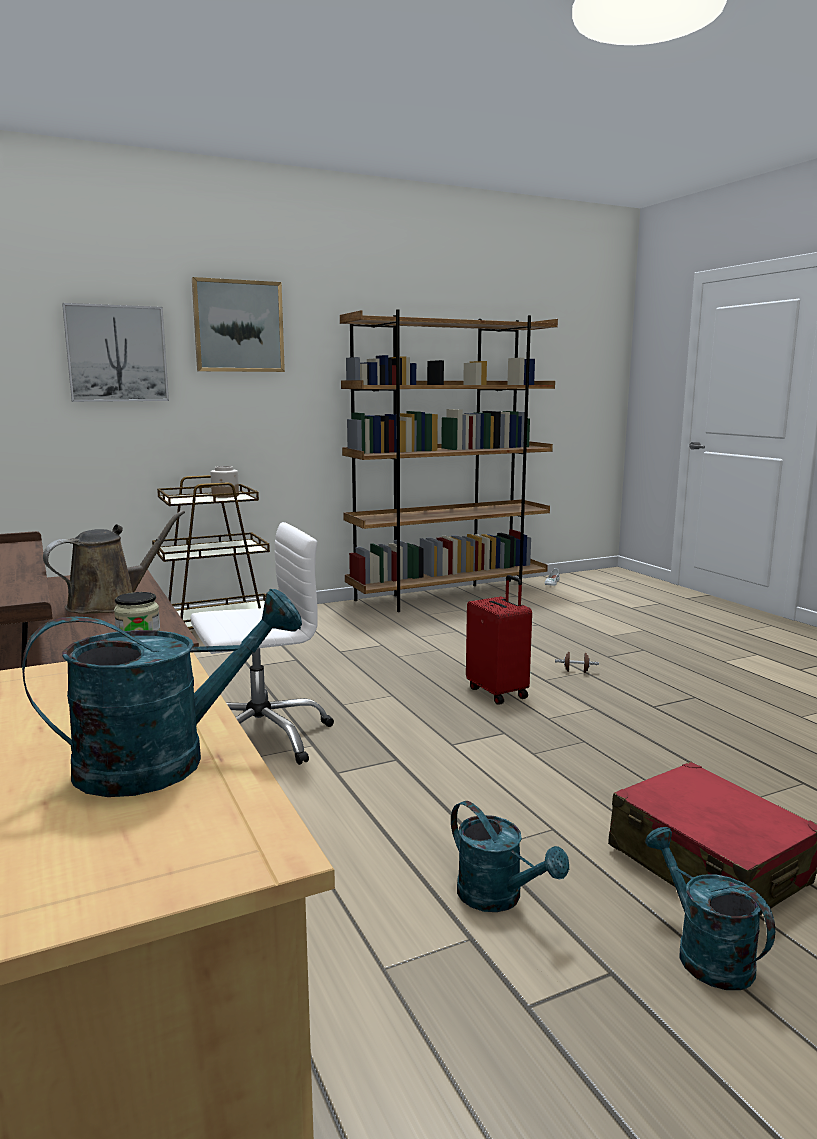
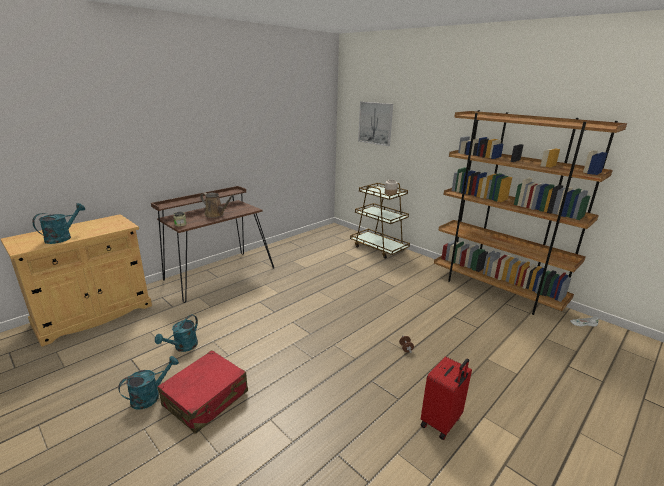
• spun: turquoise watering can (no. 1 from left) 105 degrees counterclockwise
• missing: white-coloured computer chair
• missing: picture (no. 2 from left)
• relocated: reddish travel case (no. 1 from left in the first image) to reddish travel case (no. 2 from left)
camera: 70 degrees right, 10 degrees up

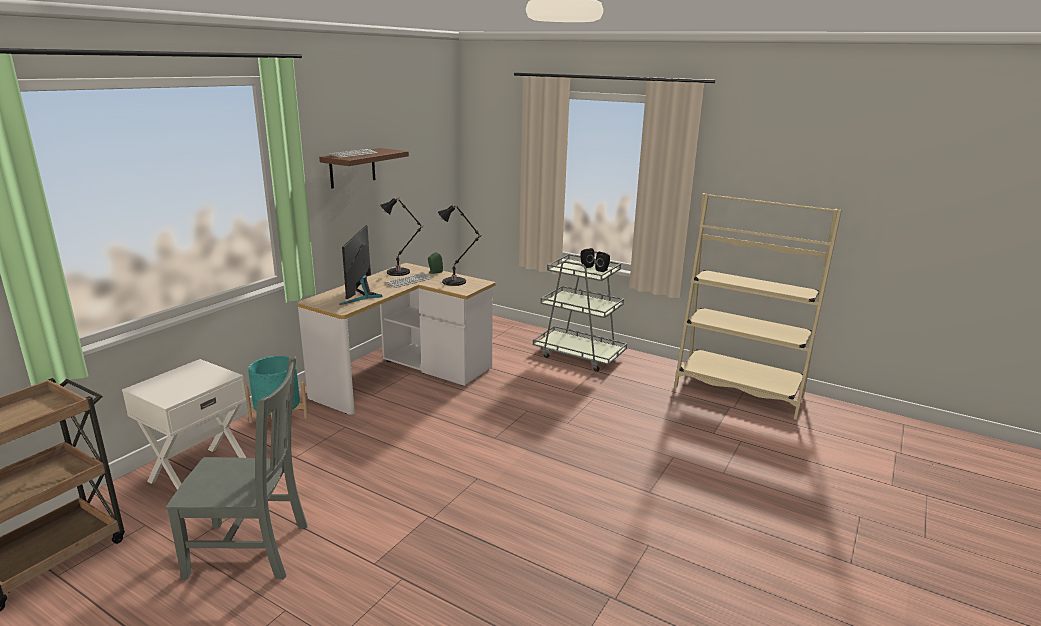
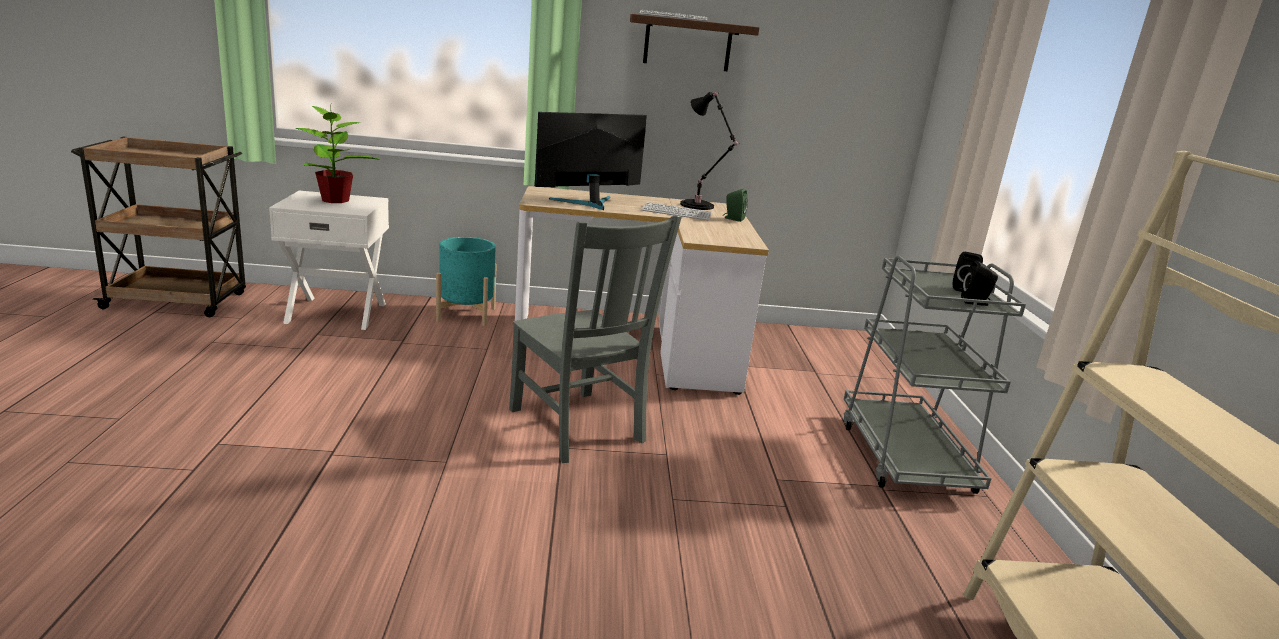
• relocated: greyish chair
• missing: black-coloured table lamp (no. 2 from left)
• appeared: houseplant
camera: 55 degrees right, 0 degrees up

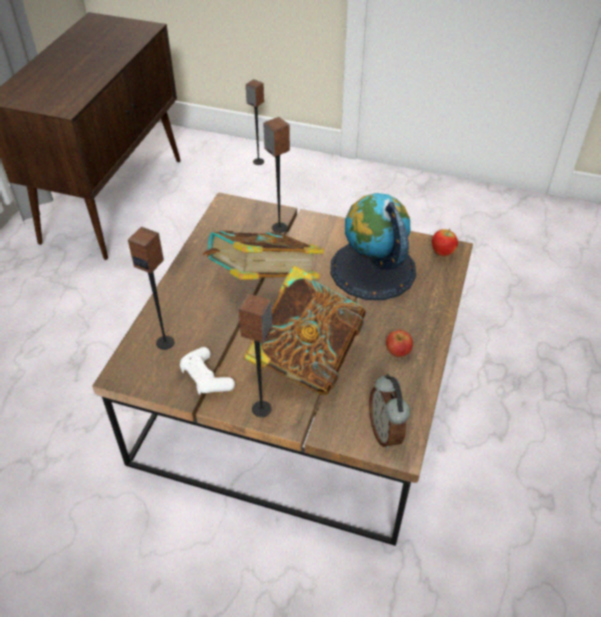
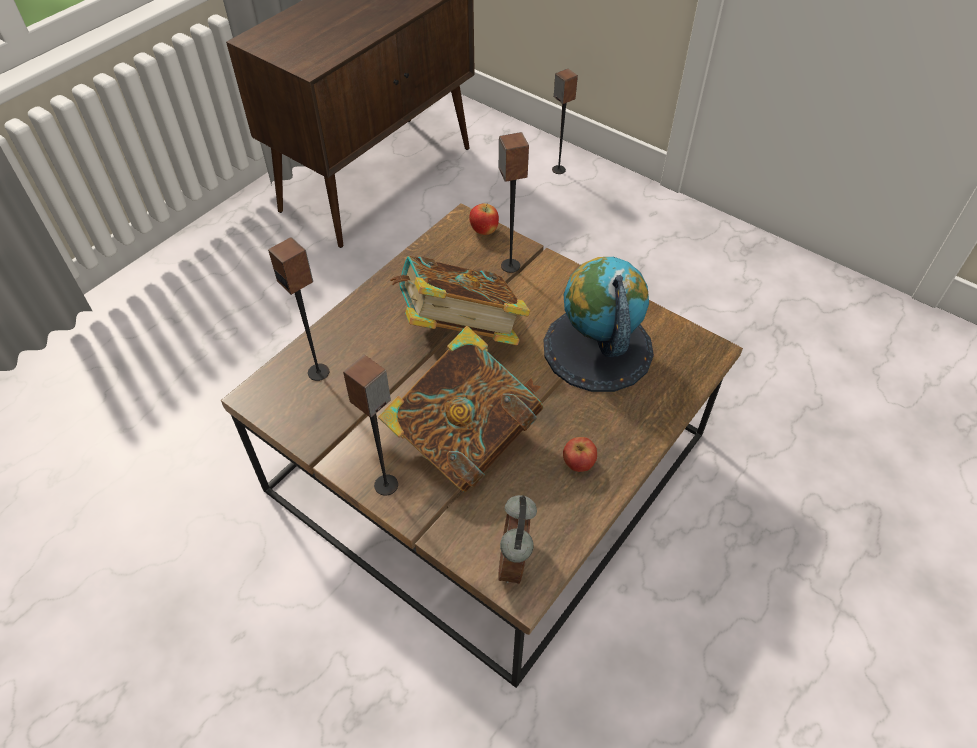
• missing: white-coloured gamepad
• relocated: whole apple (no. 2 from left in the first image) to whole apple (no. 1 from left)
camera: 20 degrees right, 5 degrees up

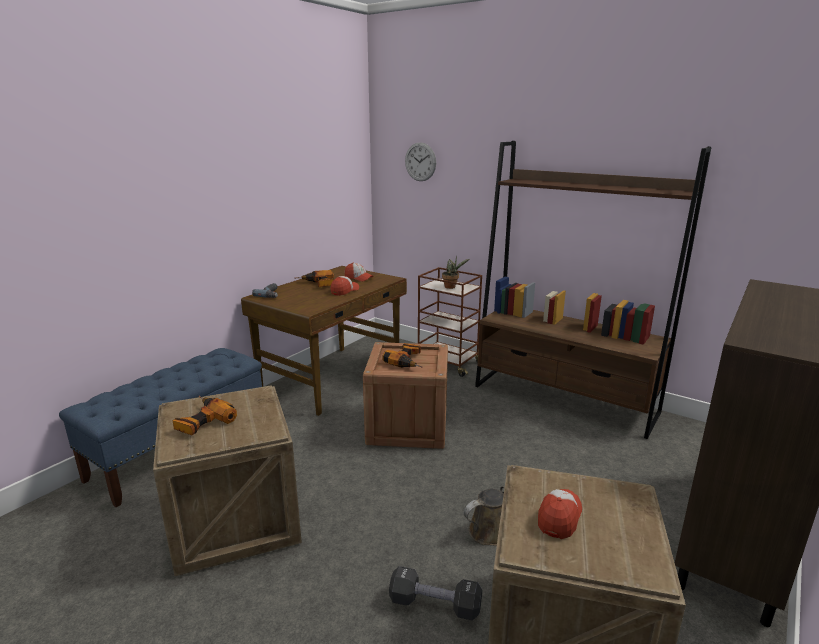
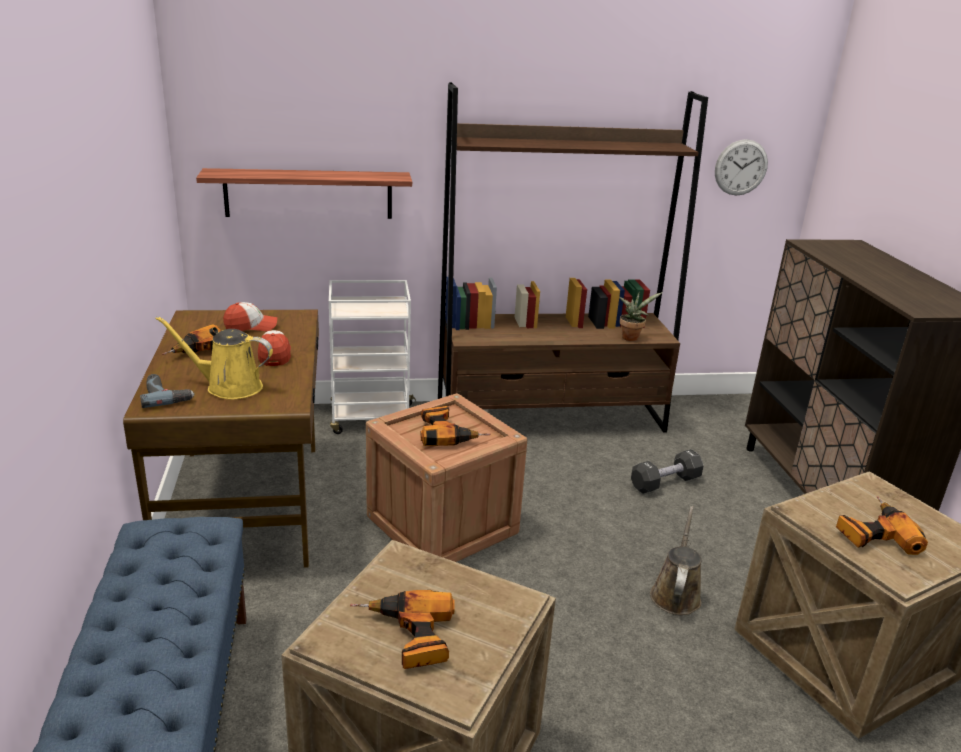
• relocated: black-coloured free weight
• relocated: clock on the wall
• colour: brown-coloured wheeled cart to white-coloured wheeled cart
• relocated: houseplant
• exchanged: baseball cap (no. 3 from left) to power drill (no. 5 from left)
• appeared: yellow-coloured watering can
• appeared: shelf
camera: 45 degrees left, 5 degrees up

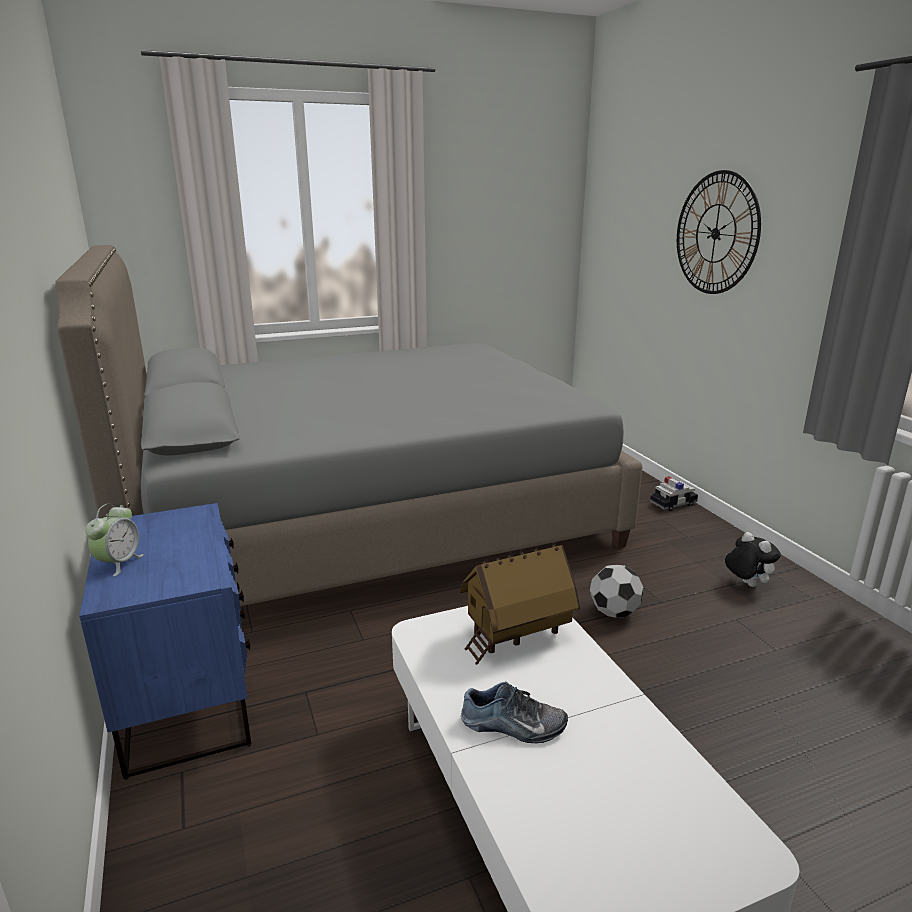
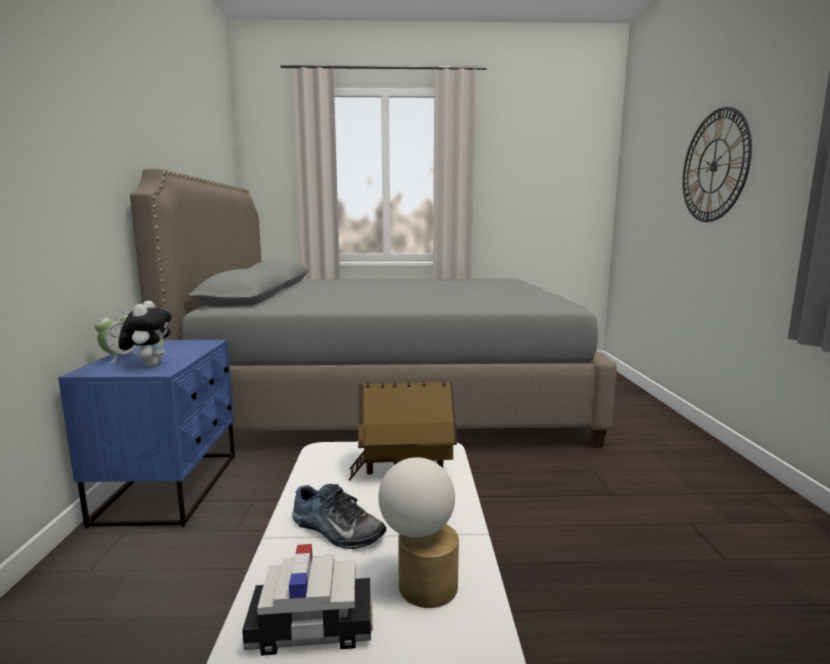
• missing: ball for football
• relocated: miniature car
• relocated: plush toy
• appeared: table lamp
camera: 20 degrees right, 10 degrees down

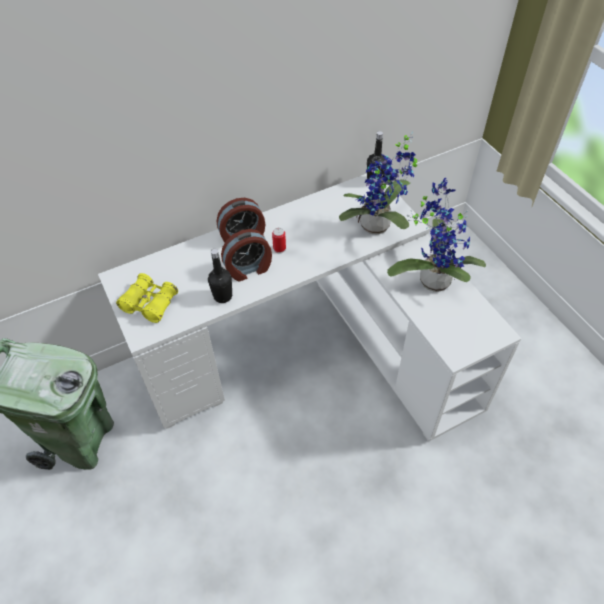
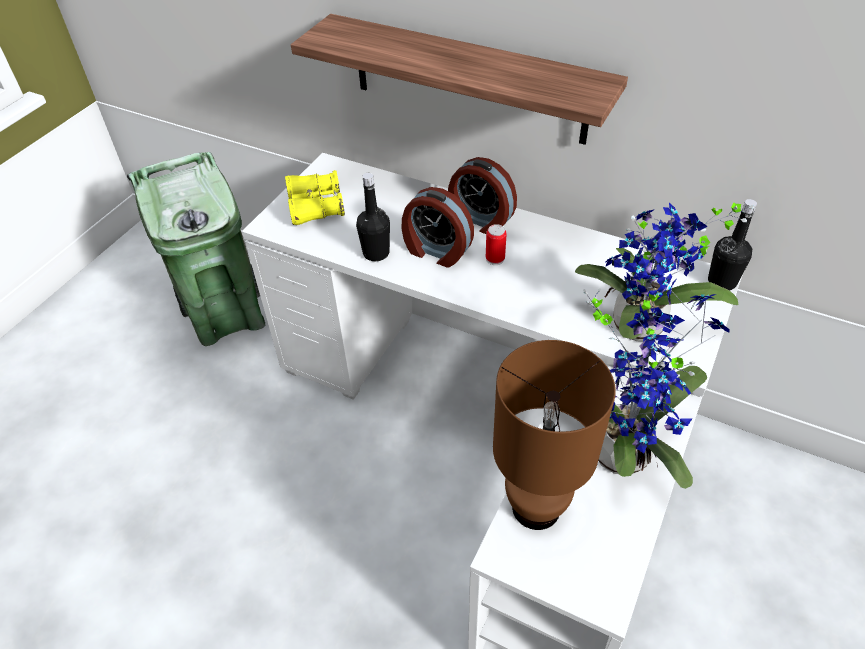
• appeared: shelf
• appeared: brown-coloured table lamp
camera: 55 degrees right, 5 degrees down

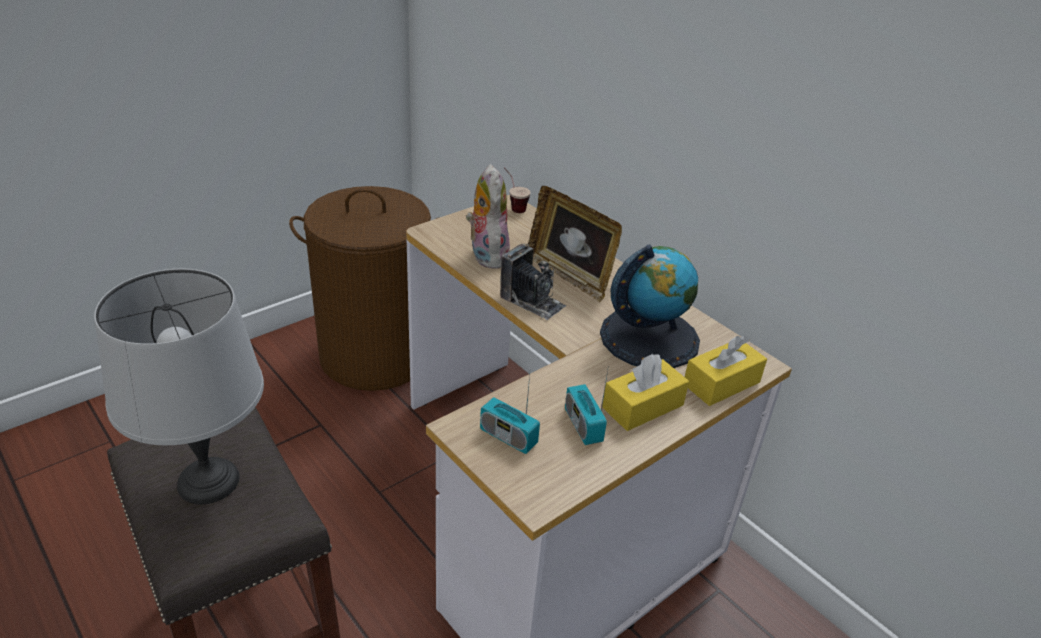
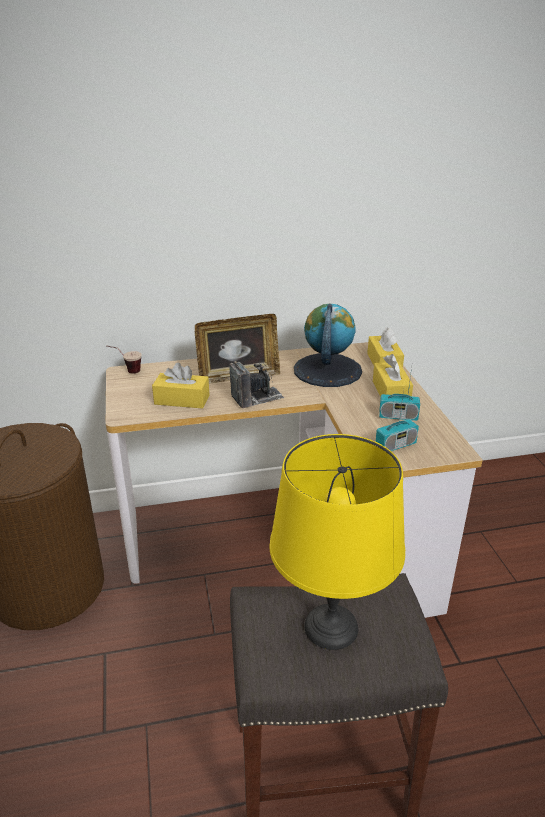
• colour: greyish table lamp to yellow-coloured table lamp
• exchanged: plush toy to yellow-coloured tissue holder (no. 1 from left)
camera: 60 degrees left, 5 degrees down

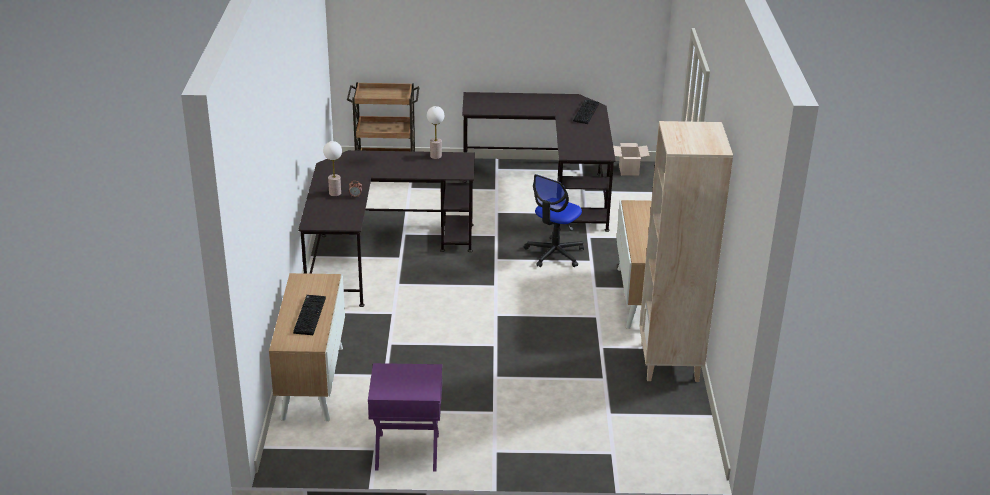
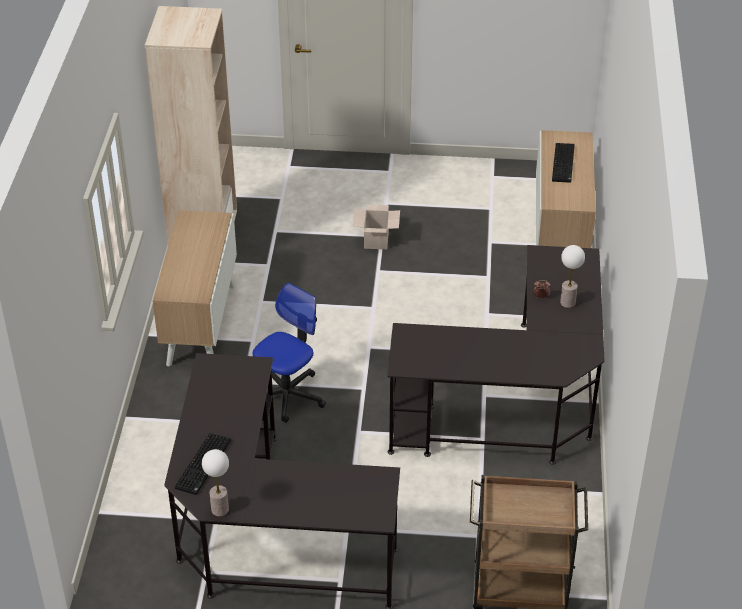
• missing: purple nightstand
• relocated: table lamp (no. 2 from left in the first image) to table lamp (no. 1 from left)
• relocated: cardboard box
camera: 175 degrees left, 10 degrees up

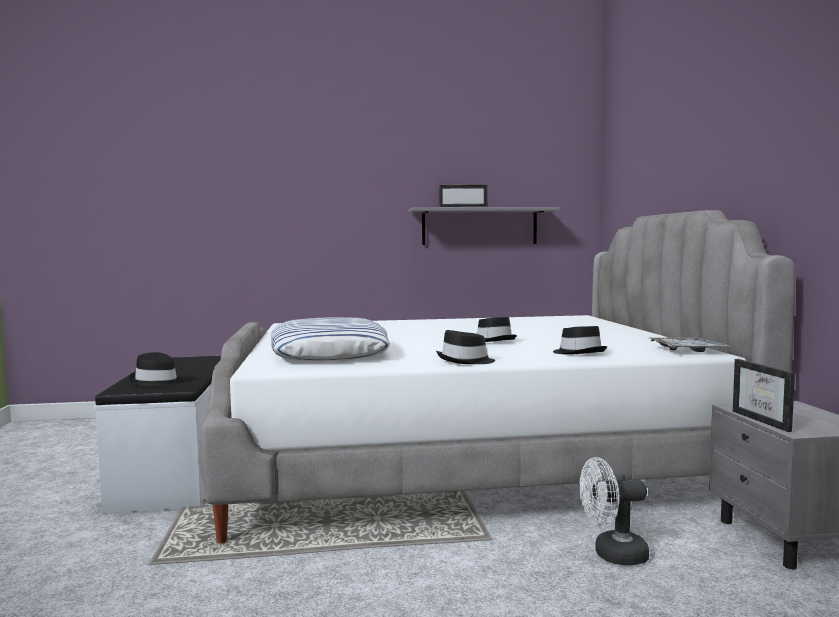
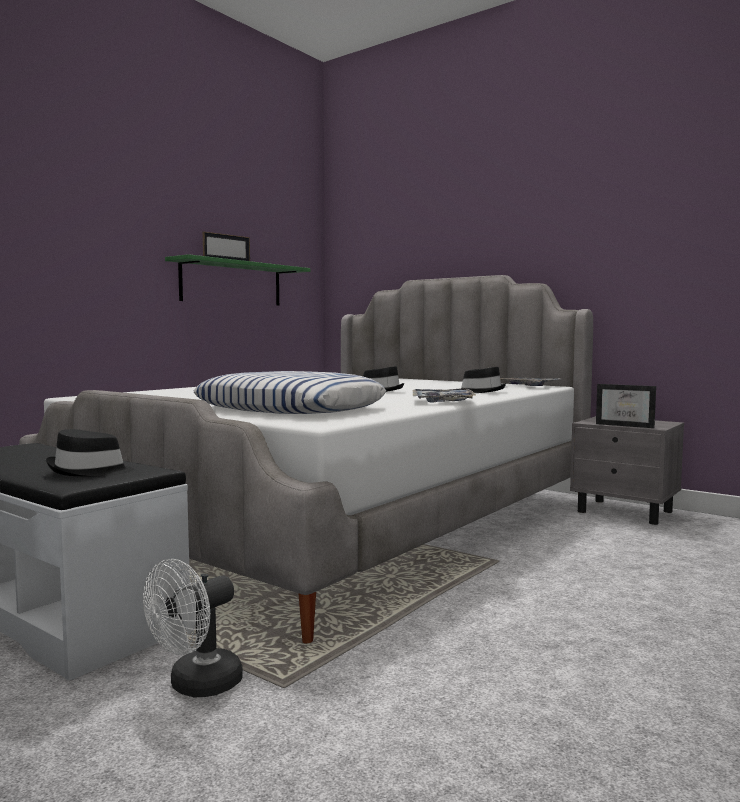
• colour: greyish shelf to green-coloured shelf
• exchanged: black-coloured clothing hat (no. 2 from left) to carrying tray (no. 1 from left)
• relocated: white-coloured fan
camera: 45 degrees left, 0 degrees up

